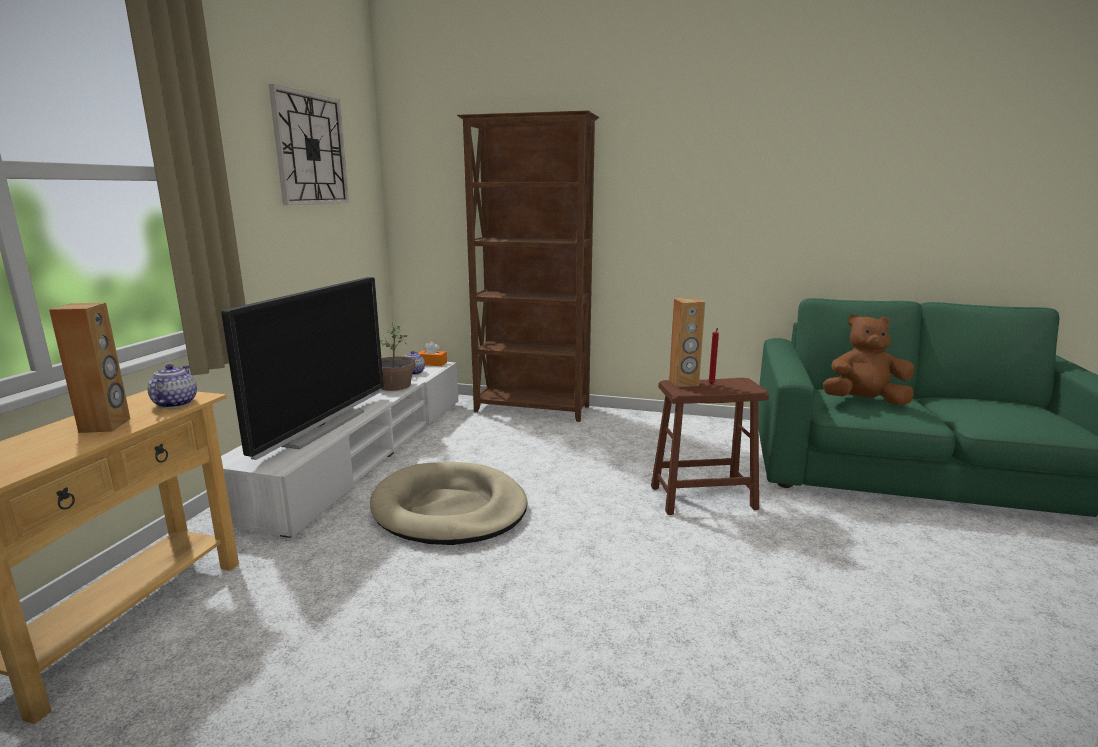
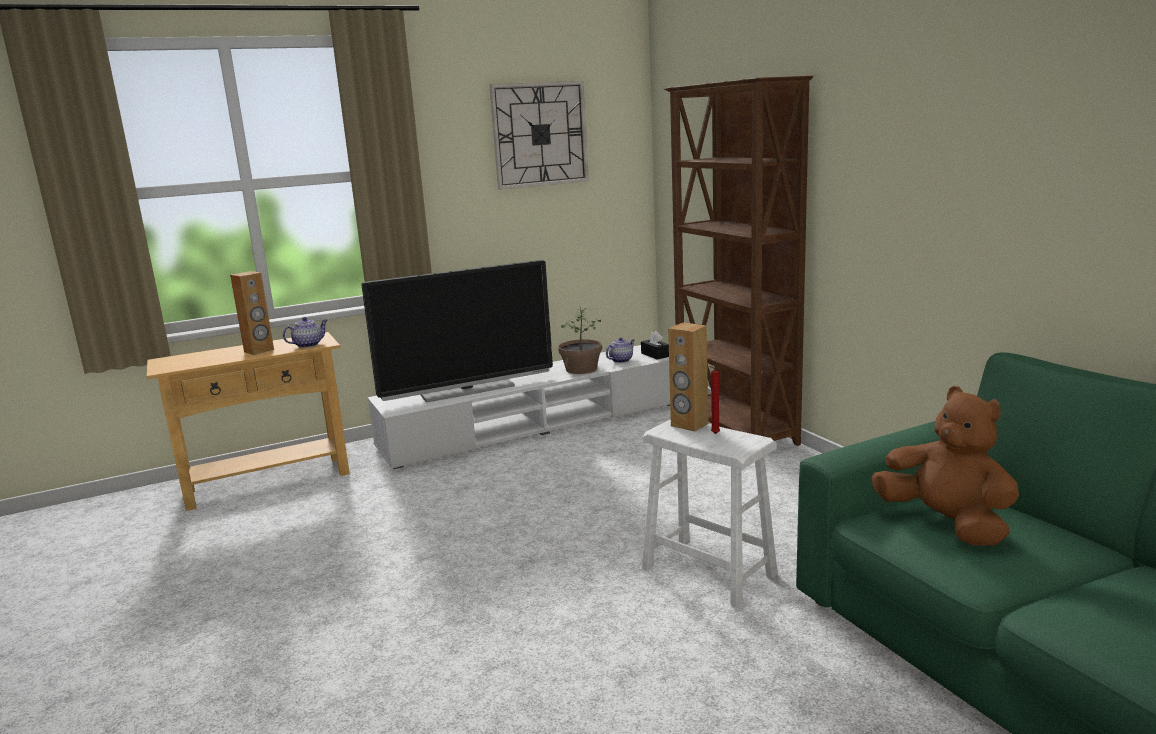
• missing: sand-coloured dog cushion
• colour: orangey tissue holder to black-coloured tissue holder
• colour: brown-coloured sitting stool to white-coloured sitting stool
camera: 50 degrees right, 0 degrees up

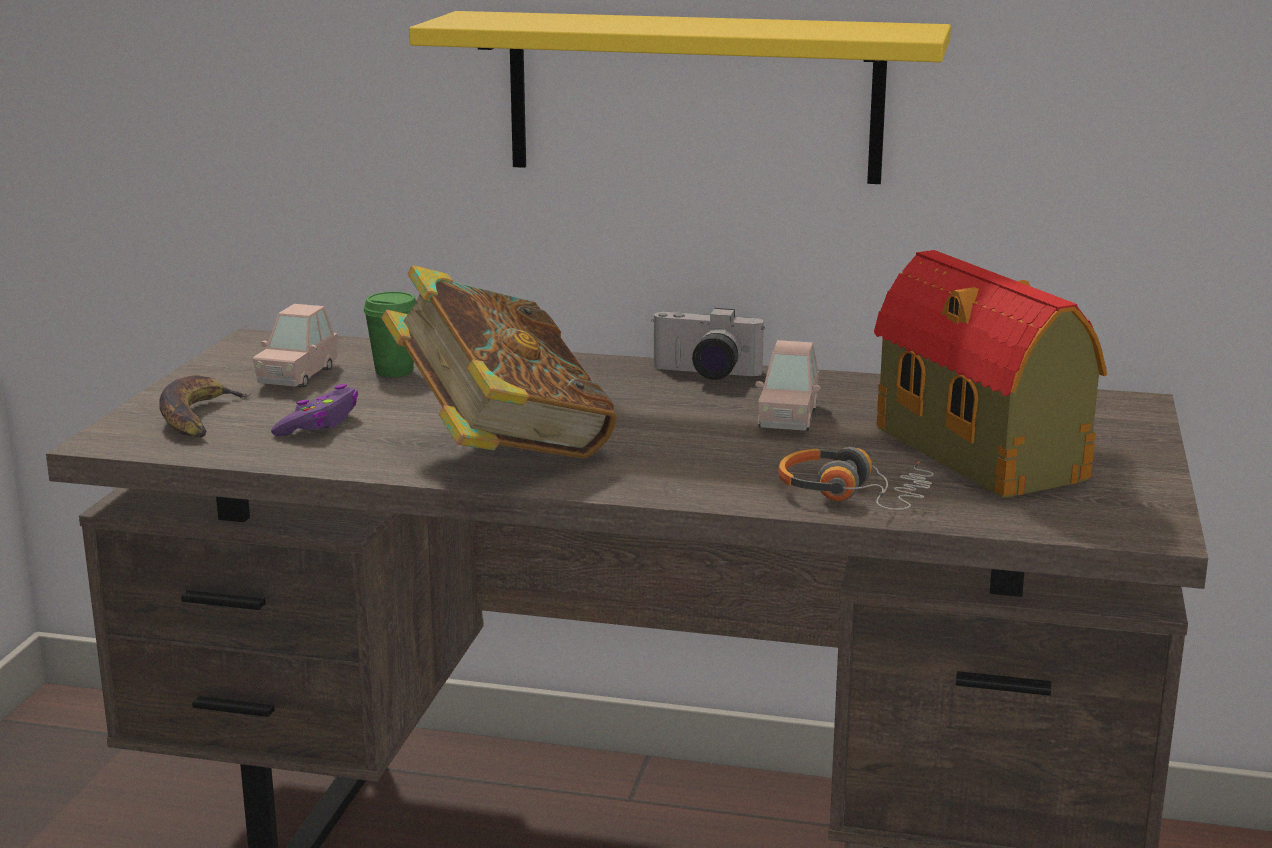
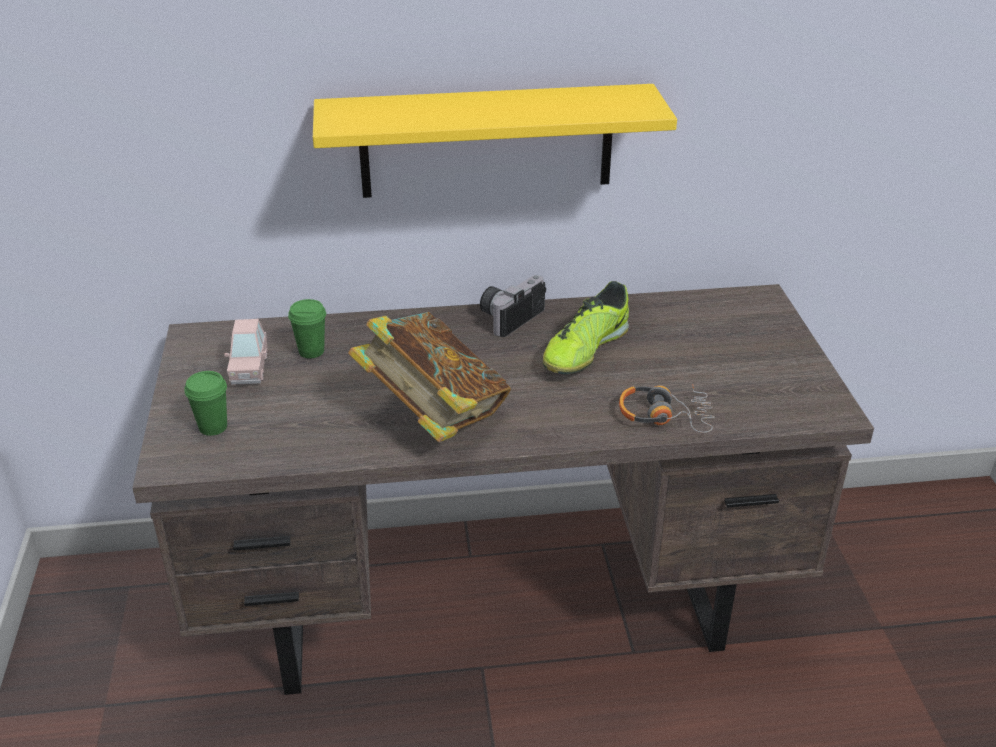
• exchanged: whole banana to green-coloured drinking cup (no. 1 from left)
• missing: purple gamepad
• spun: photo camera 135 degrees clockwise
• exchanged: pink-coloured miniature car (no. 2 from left) to low shoe
• missing: model house
camera: 20 degrees left, 15 degrees up

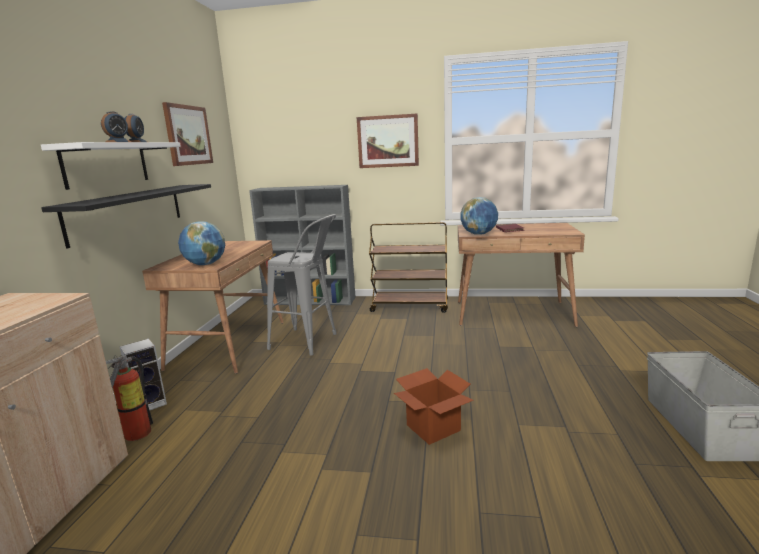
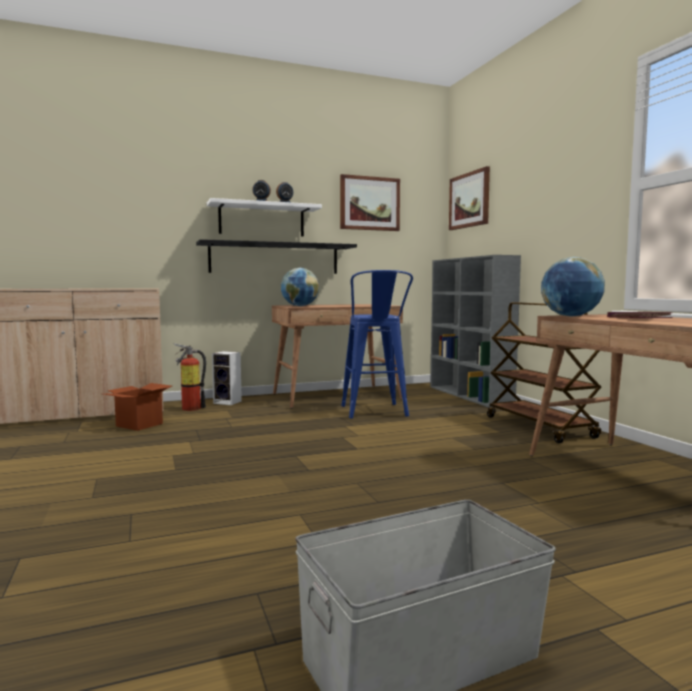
• colour: greyish sitting stool to bluish sitting stool
• relocated: picture (no. 2 from left)
• relocated: cardboard box
camera: 60 degrees right, 10 degrees down

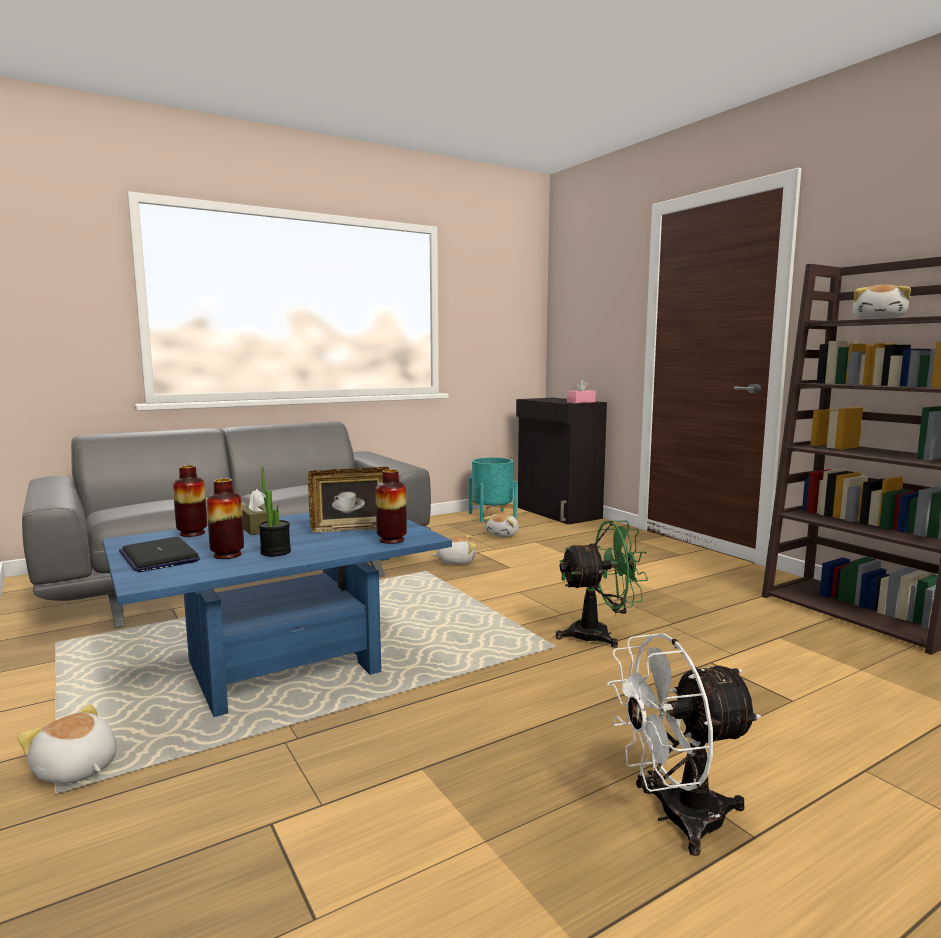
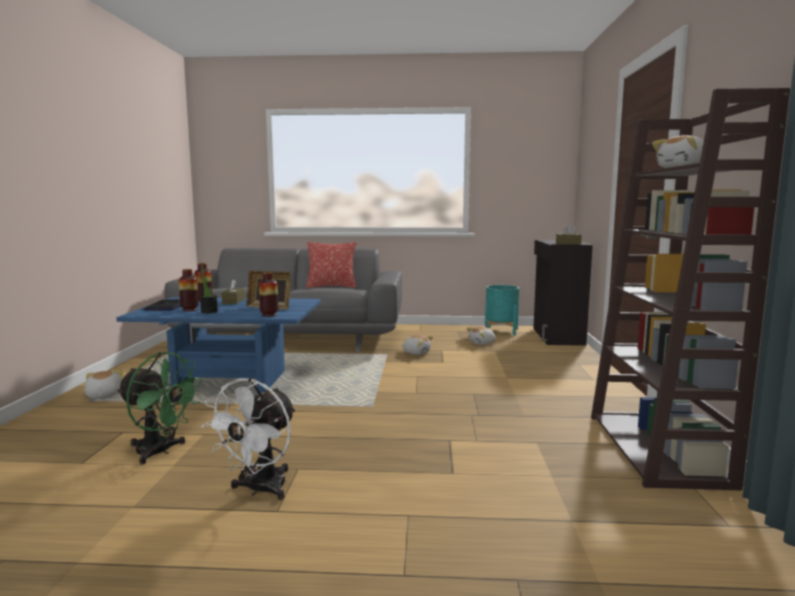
• relocated: green-coloured fan
• colour: pink-coloured tissue holder to brown-coloured tissue holder (no. 2 from left)
• spun: white-coloured fan 90 degrees counterclockwise
• appeared: pillow
camera: 35 degrees right, 0 degrees up

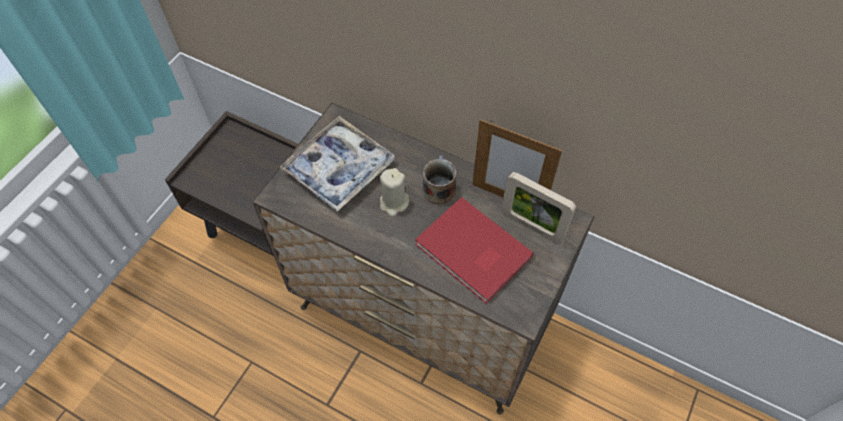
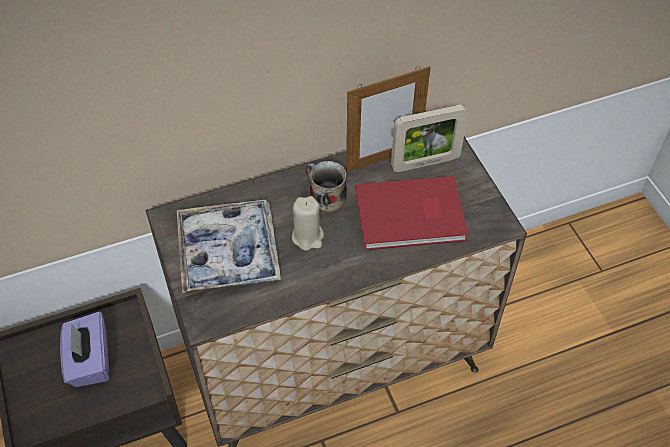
• appeared: purple tissue holder
camera: 50 degrees left, 5 degrees down

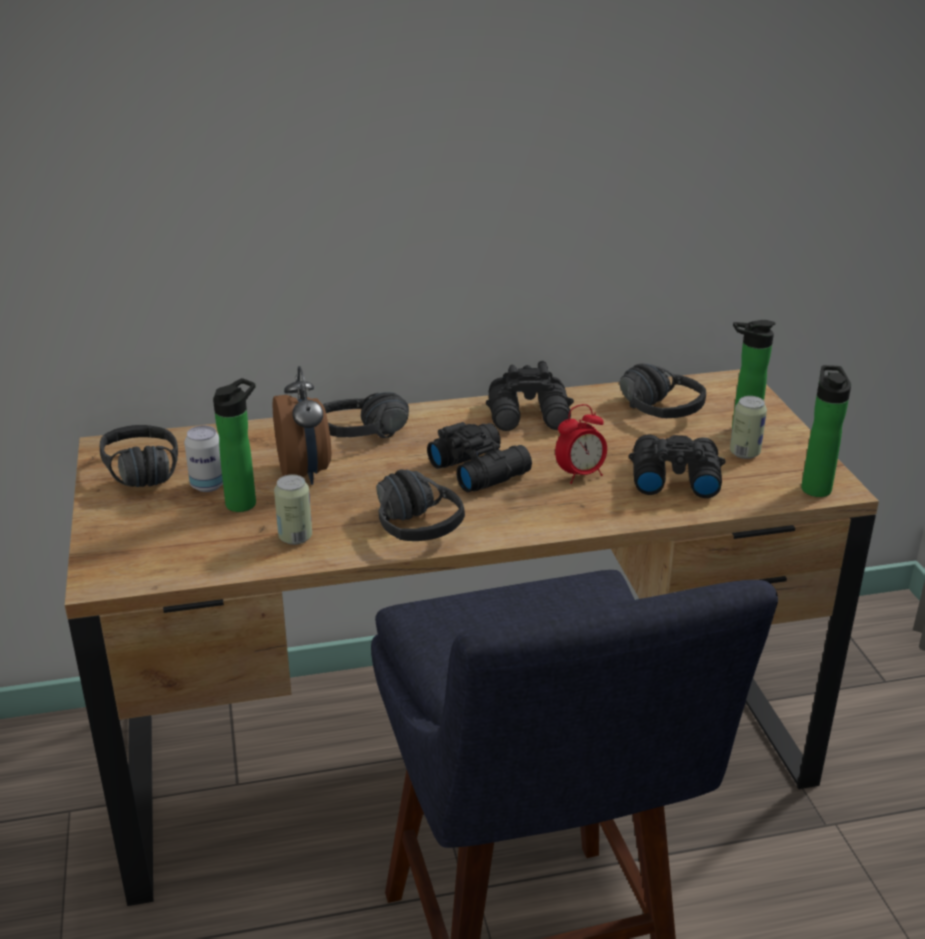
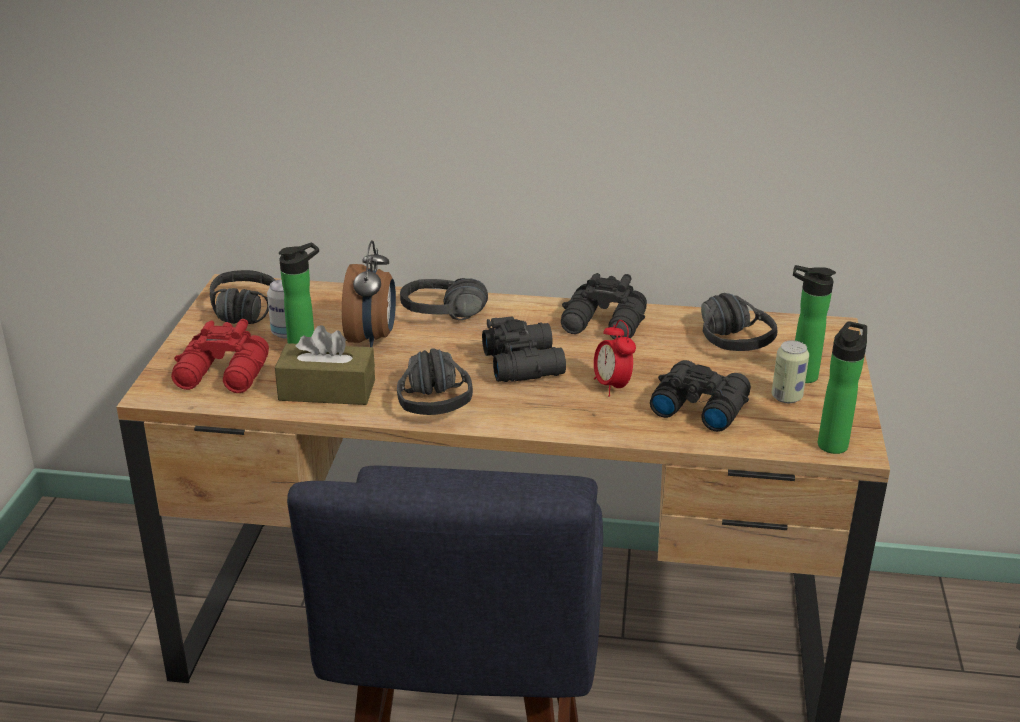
• exchanged: can (no. 2 from left) to brown-coloured tissue holder
• spun: bedside clock (no. 2 from left) 75 degrees clockwise
• appeared: reddish field glasses
camera: 20 degrees right, 0 degrees up

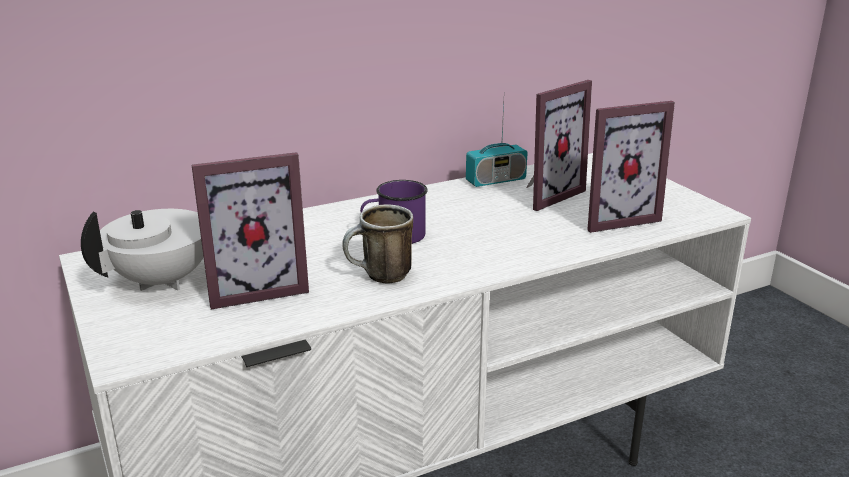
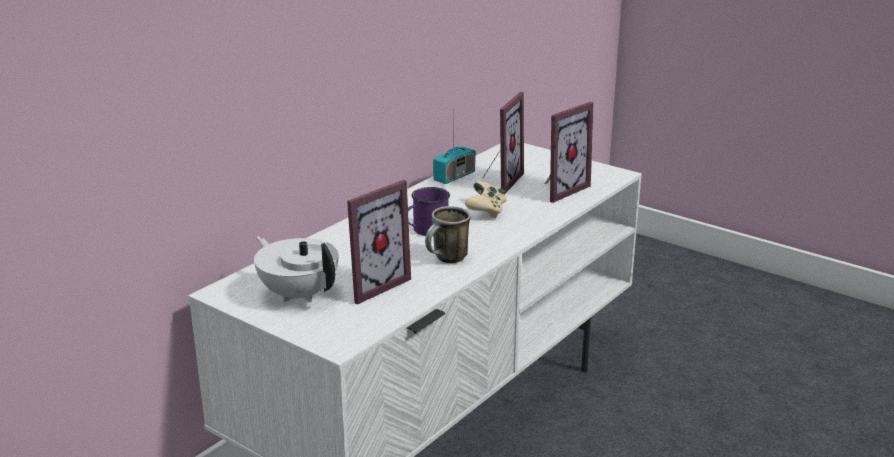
• spun: white-coloured pot for tea 60 degrees counterclockwise
• appeared: sand-coloured gamepad
camera: 25 degrees left, 0 degrees up

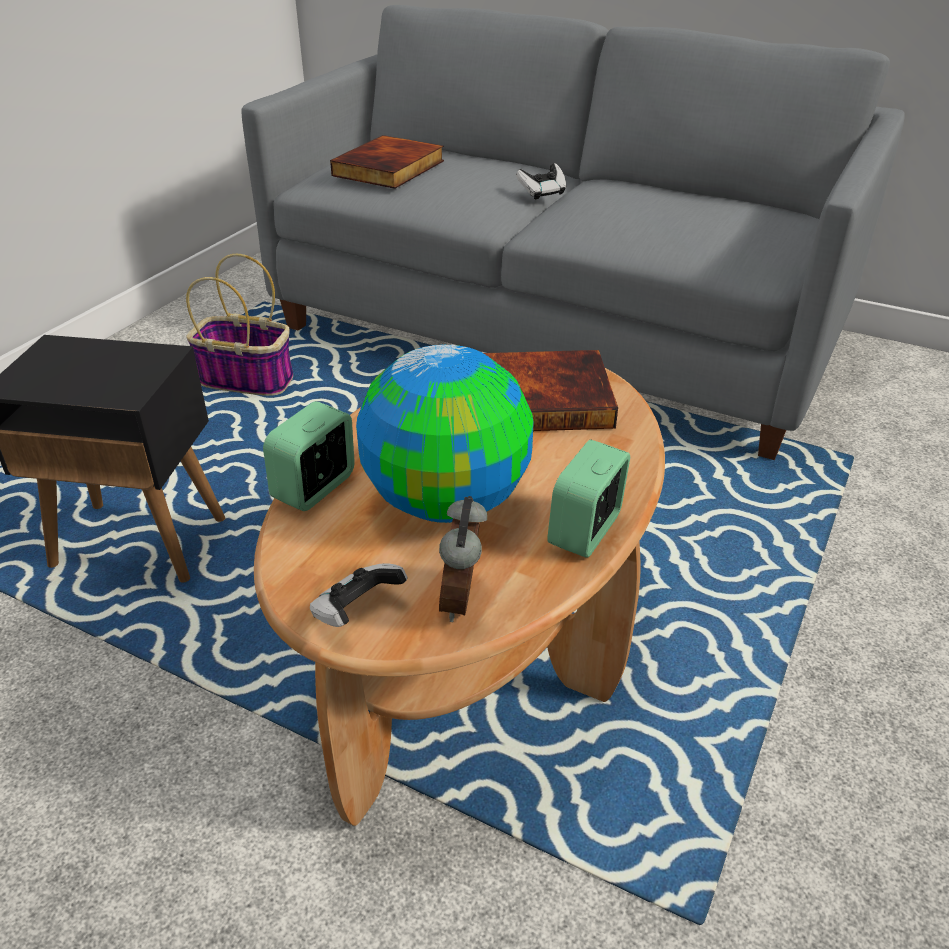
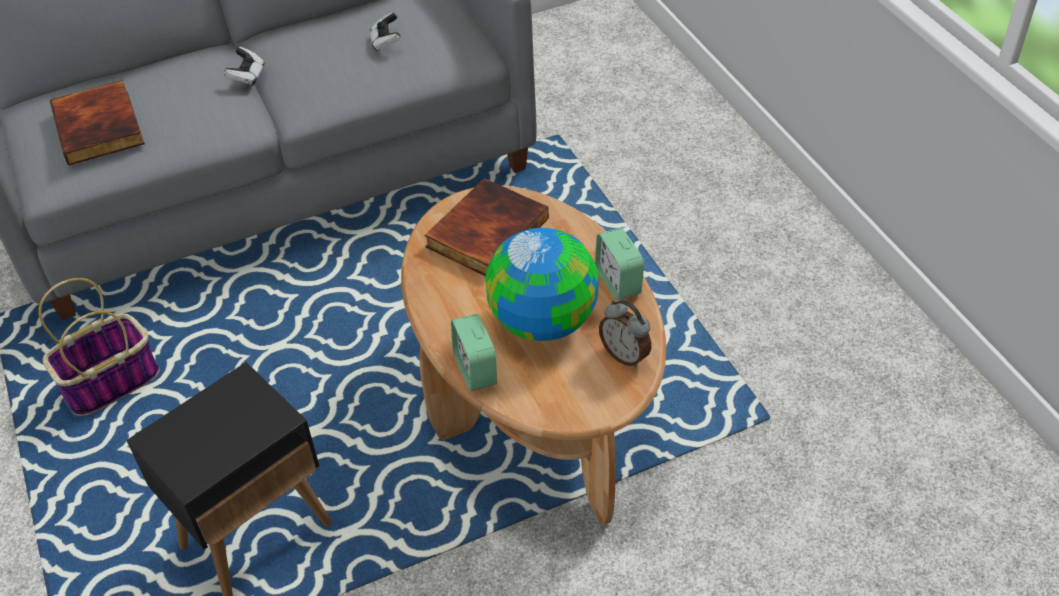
• relocated: gamepad (no. 1 from left in the first image) to gamepad (no. 2 from left)
camera: 50 degrees left, 10 degrees up

